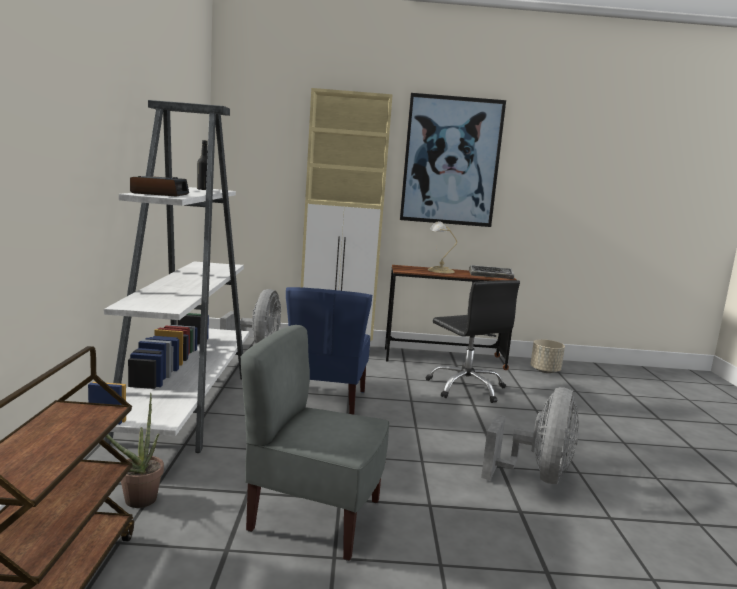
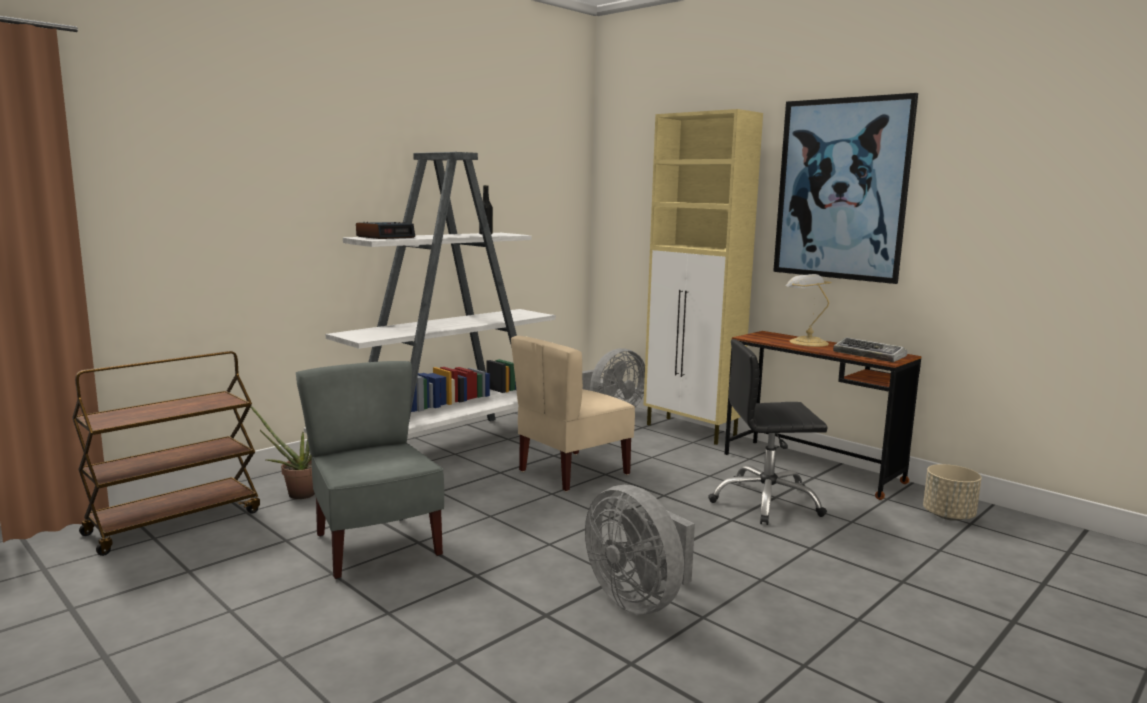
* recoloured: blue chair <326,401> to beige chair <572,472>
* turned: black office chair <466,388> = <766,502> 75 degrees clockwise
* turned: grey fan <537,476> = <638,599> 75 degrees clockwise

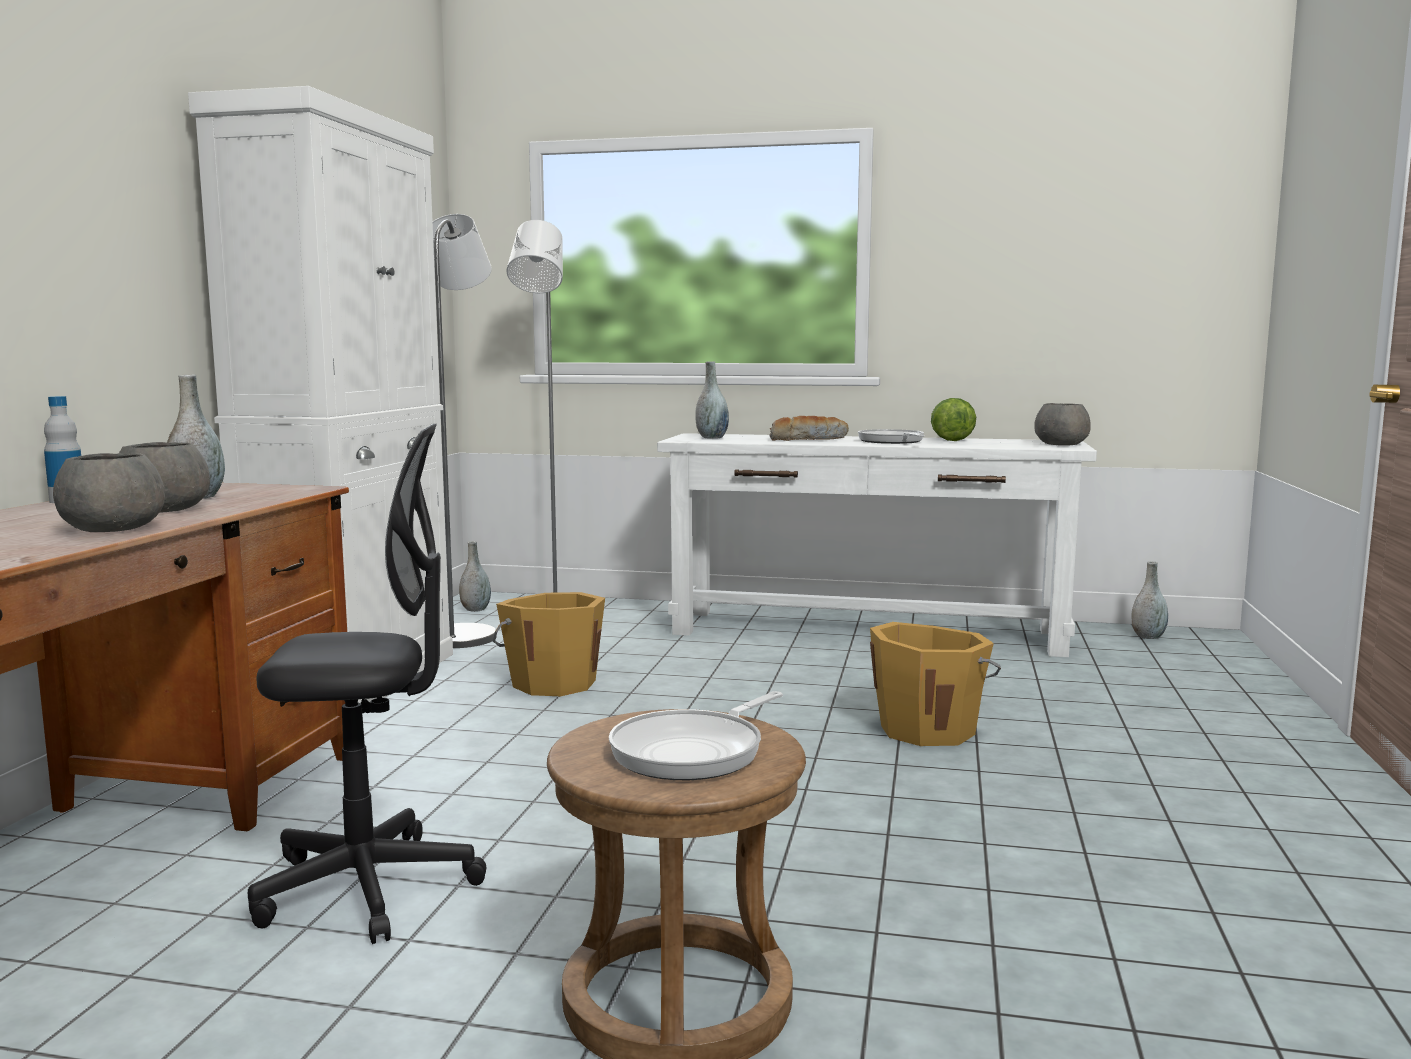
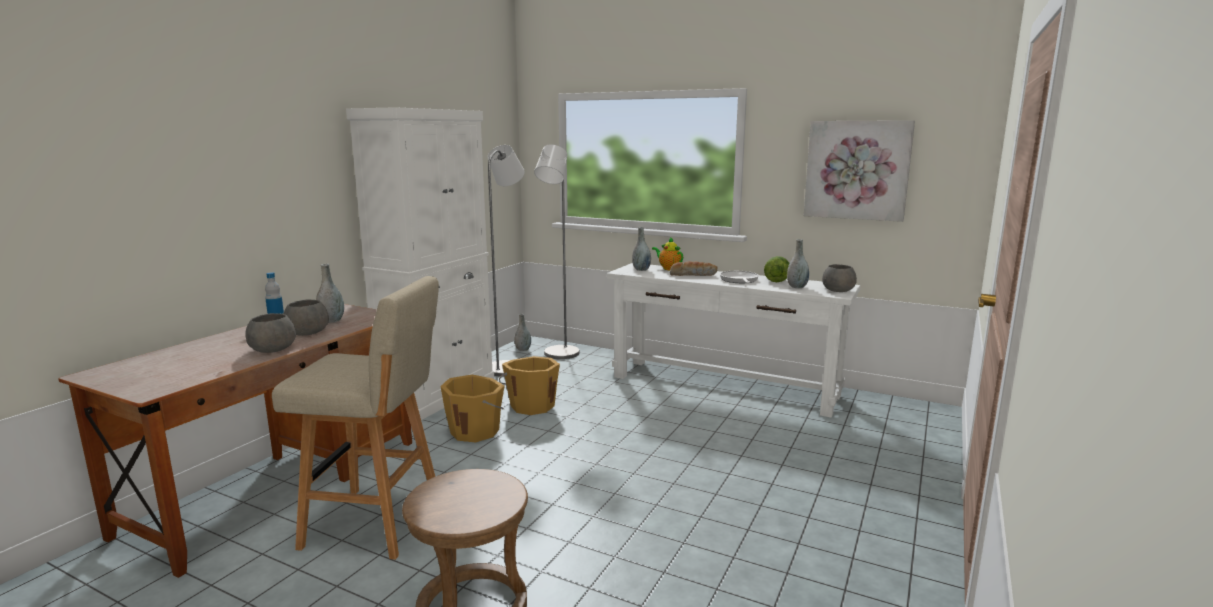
* replaced: black office chair <368,888> to beige stool <378,522>
* removed: frying pan <693,752>
* moved: orange bucket <928,729> to <475,431>
* moved: grey vase <1148,636> to <797,287>
* added: teapot <668,268>
* added: picture <857,170>

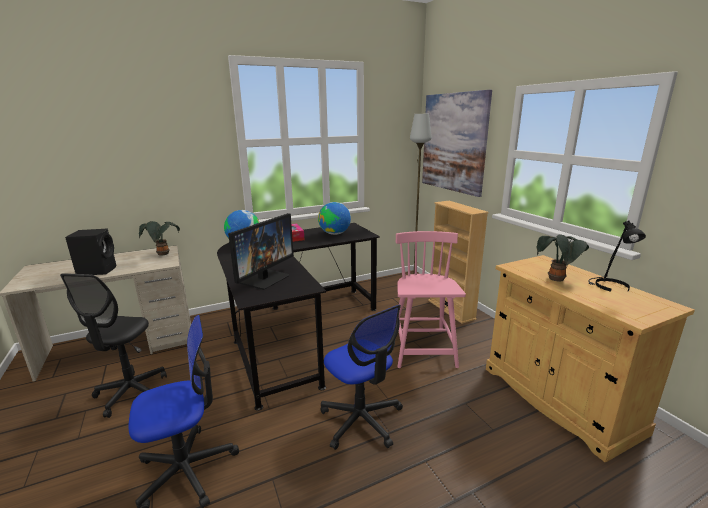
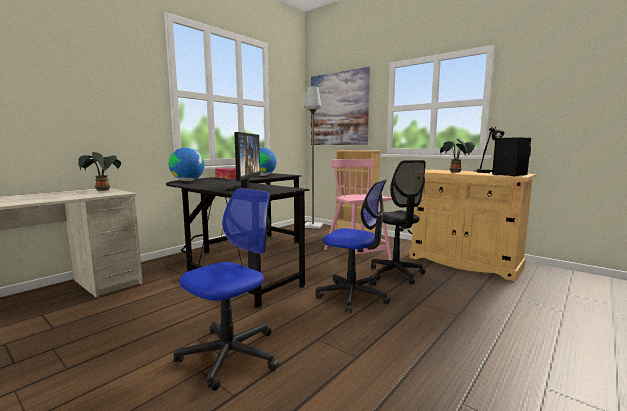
* moved: black office chair <131,393> to <396,274>
* moved: black speaker <98,270> to <508,175>

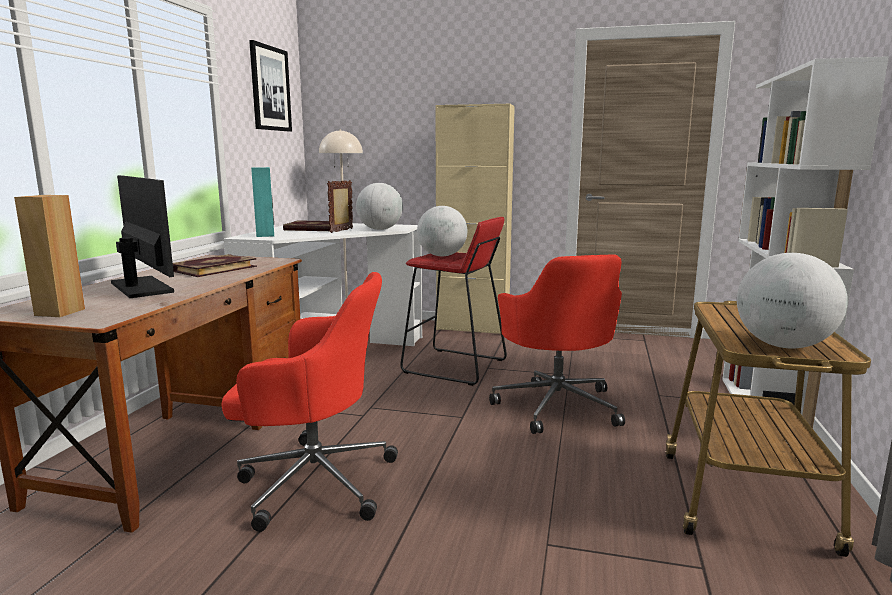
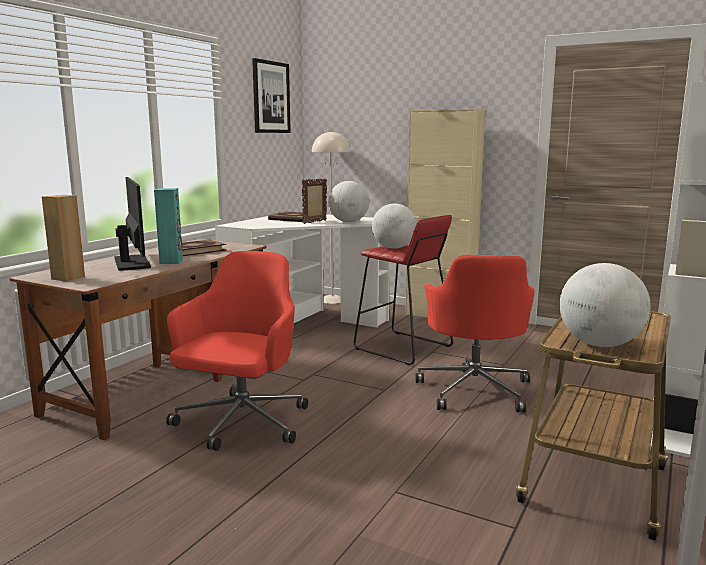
* turned: red office chair <313,481> = <241,423> 90 degrees counterclockwise
* moved: turquoise speaker <265,235> to <171,261>

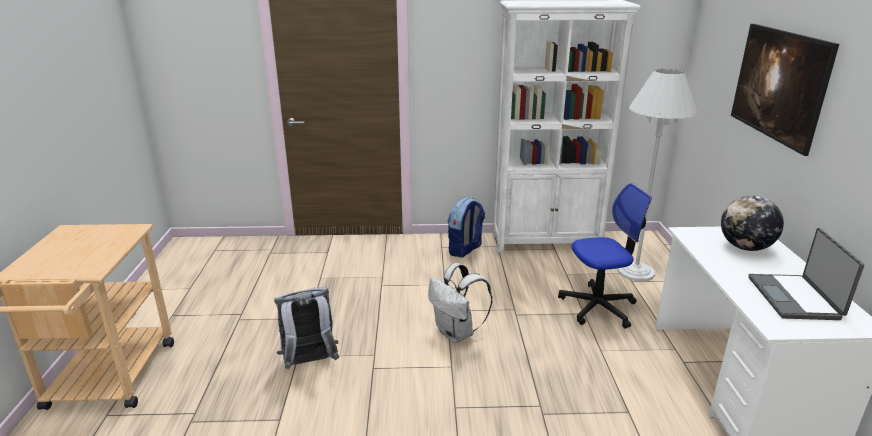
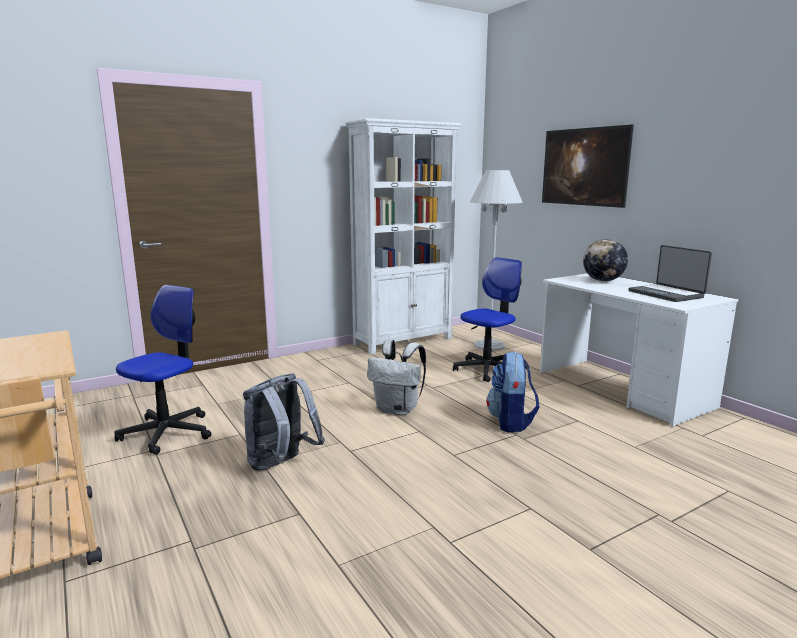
* moved: backpack <465,250> to <511,422>
* added: office chair <167,433>

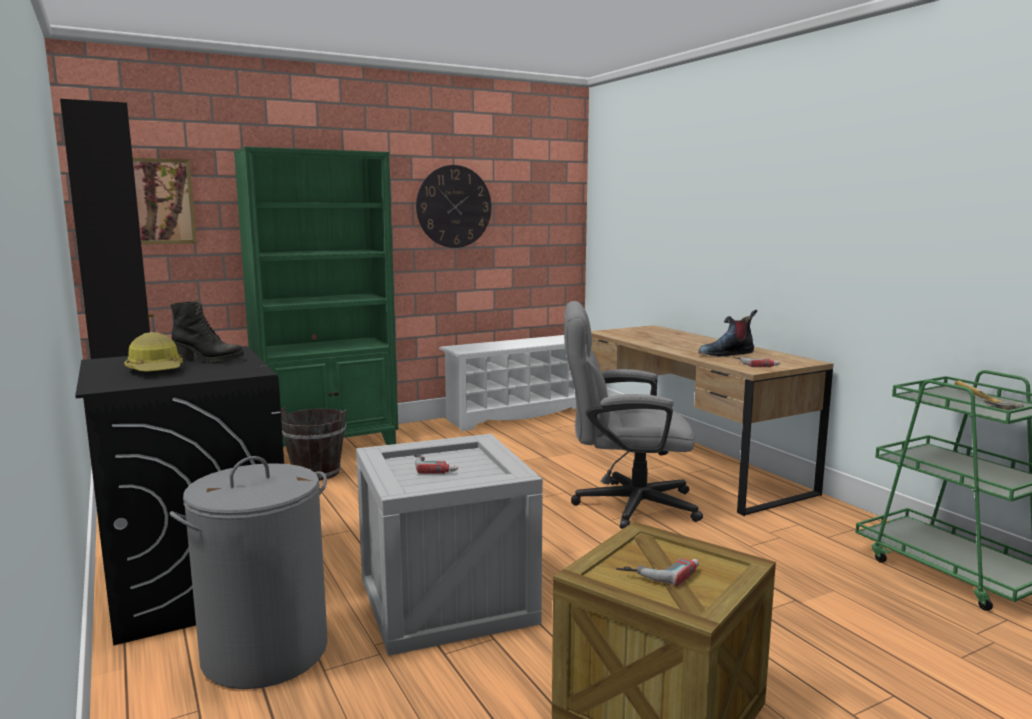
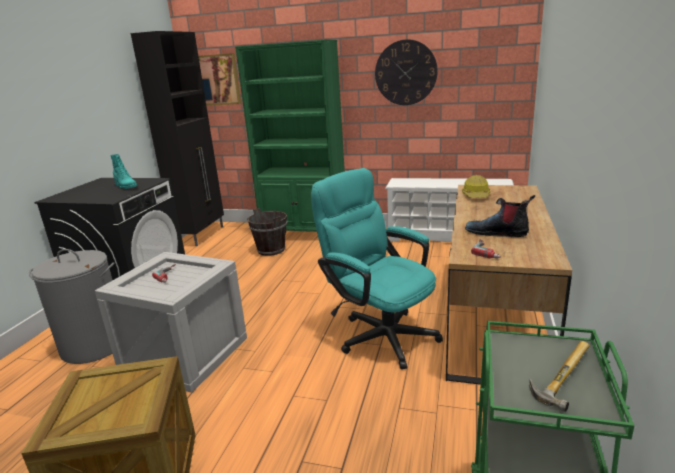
* moved: hard hat <156,370> to <476,195>
* recoloured: black boot <208,360> to turquoise boot <125,187>
* recoloured: grey office chair <623,505> to turquoise office chair <380,333>
* removed: power drill <659,571>

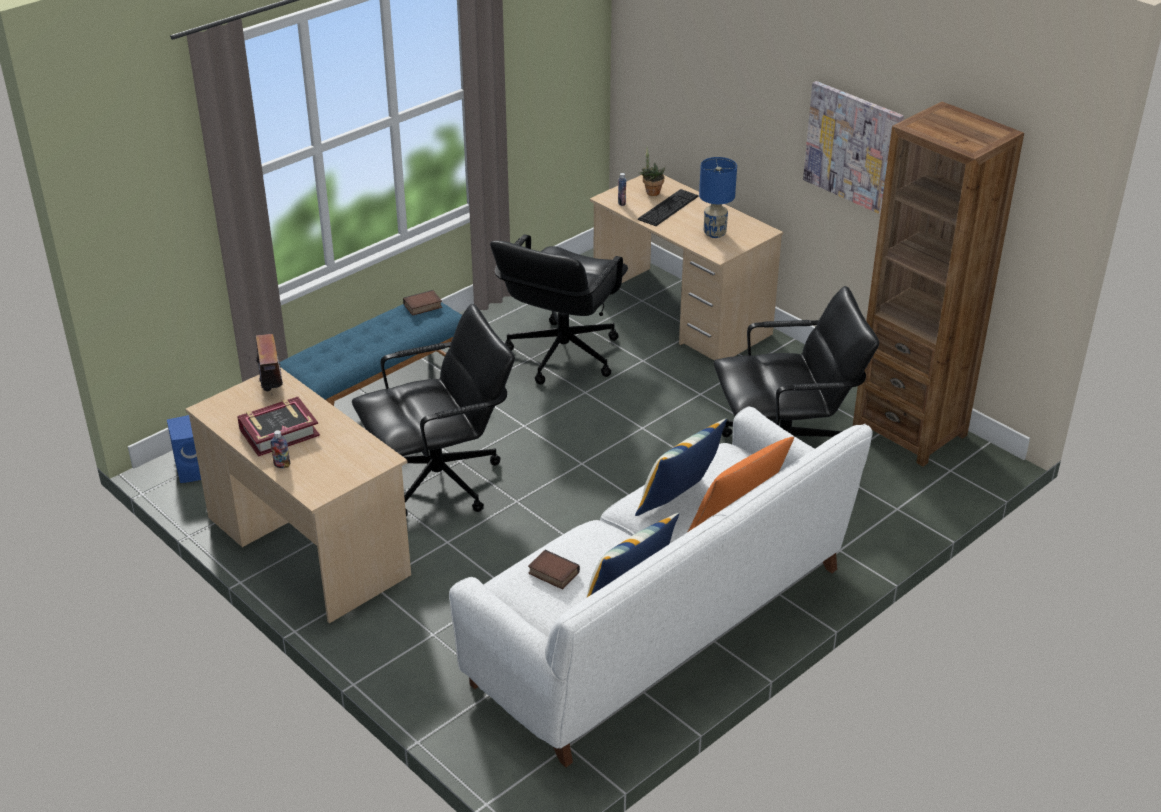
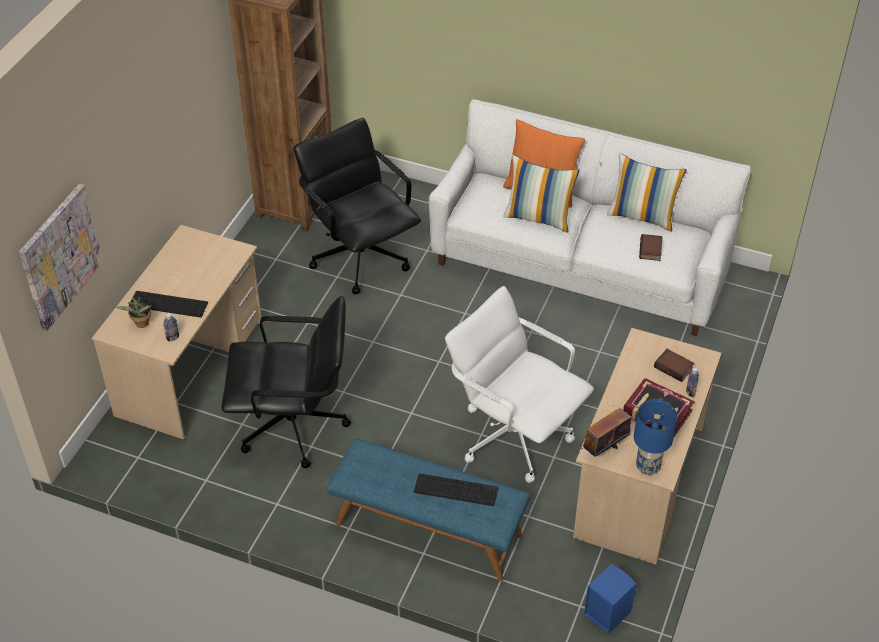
* recoloured: black office chair <440,482> to white office chair <514,436>
* moved: book <422,306> to <674,367>
* moved: blue table lamp <714,233> to <647,467>
* moved: picture <853,147> to <60,256>
* added: keyboard <456,490>

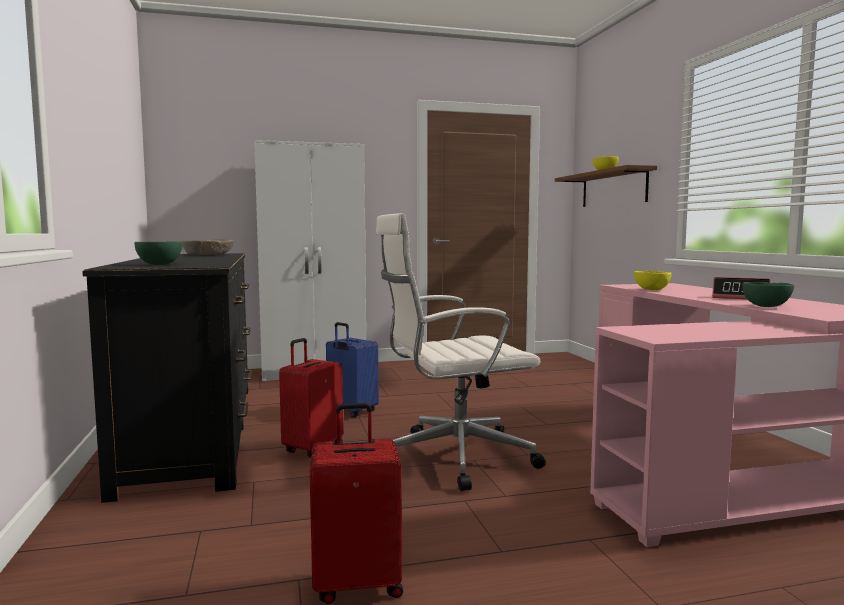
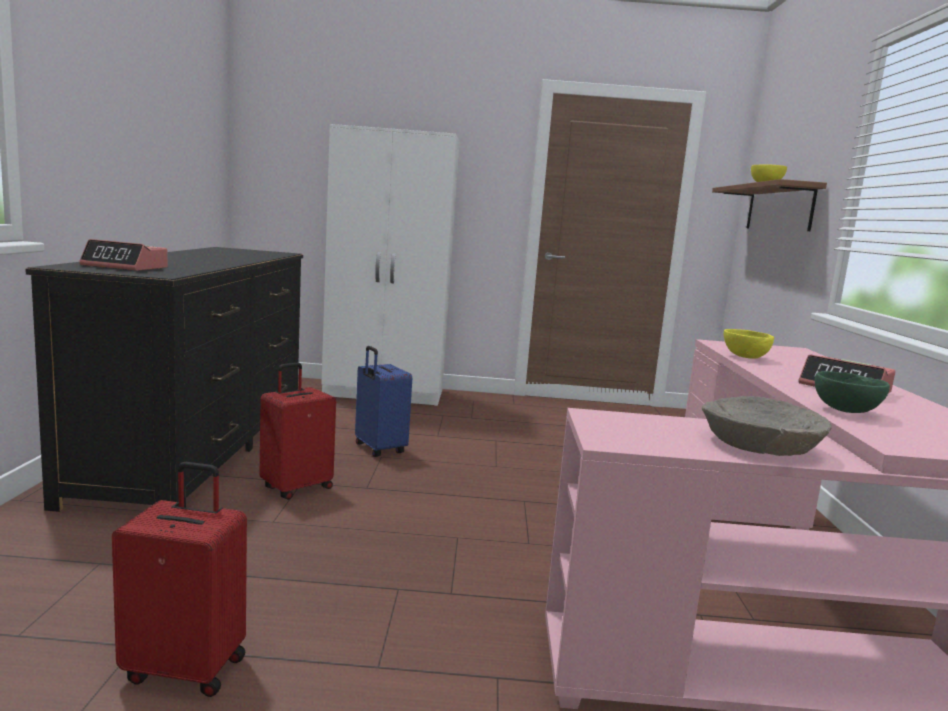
* replaced: green bowl <160,265> to alarm clock <125,267>
* moved: beige bowl <208,255> to <760,446>
* removed: white office chair <453,458>

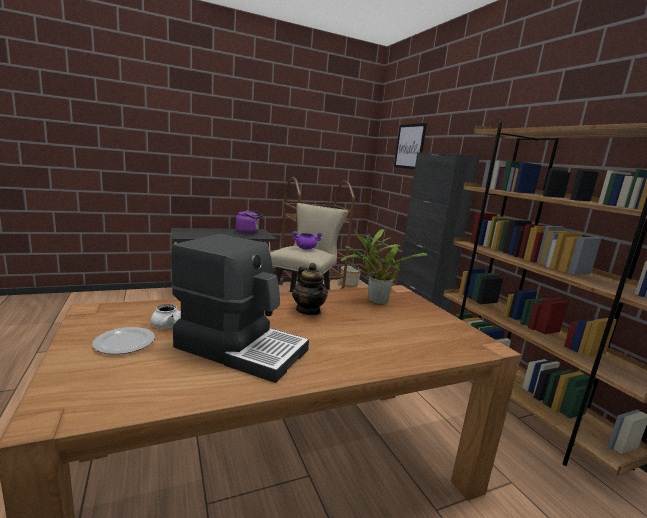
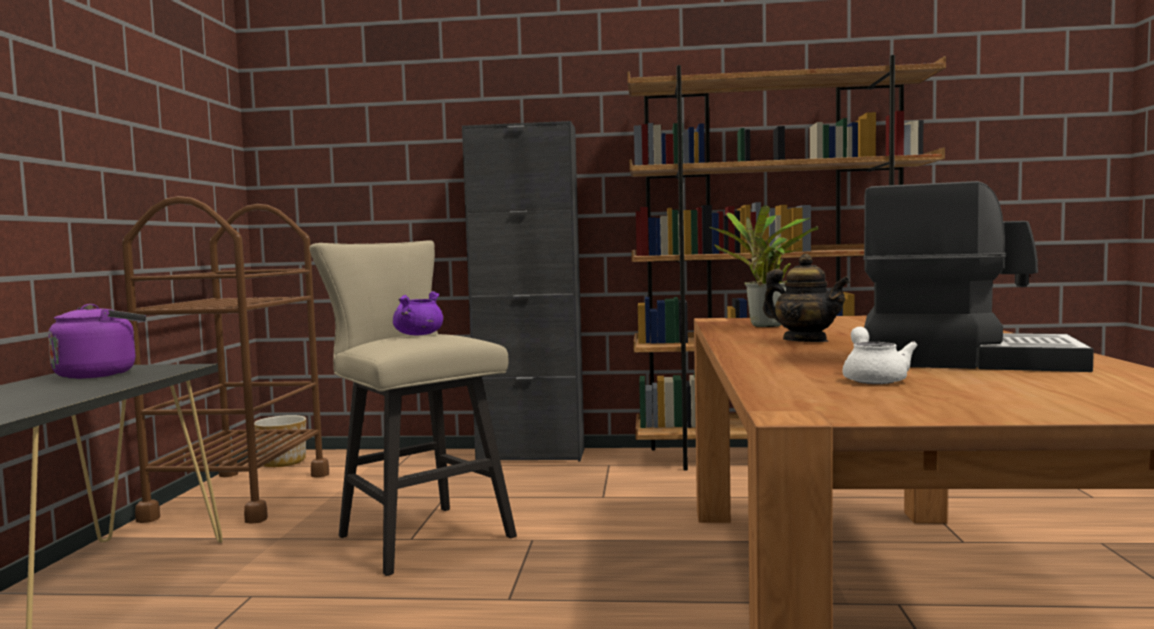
* removed: plate <125,342>
* turned: coffee machine <241,348> = <964,360> 60 degrees clockwise
* turned: teapot <308,310> = <805,341> 45 degrees clockwise
* removed: picture <409,146>

